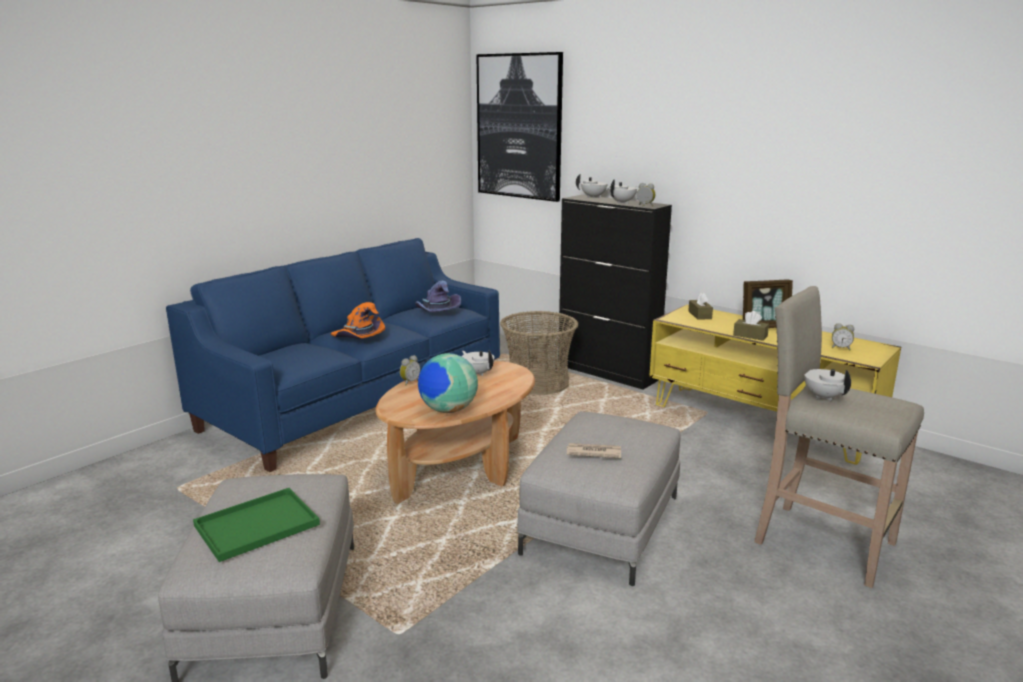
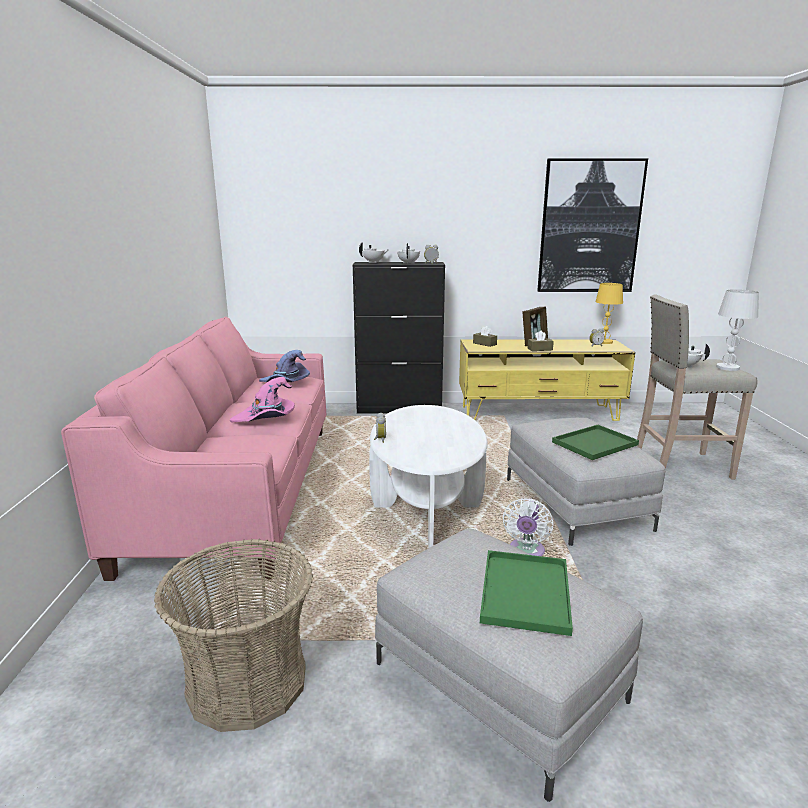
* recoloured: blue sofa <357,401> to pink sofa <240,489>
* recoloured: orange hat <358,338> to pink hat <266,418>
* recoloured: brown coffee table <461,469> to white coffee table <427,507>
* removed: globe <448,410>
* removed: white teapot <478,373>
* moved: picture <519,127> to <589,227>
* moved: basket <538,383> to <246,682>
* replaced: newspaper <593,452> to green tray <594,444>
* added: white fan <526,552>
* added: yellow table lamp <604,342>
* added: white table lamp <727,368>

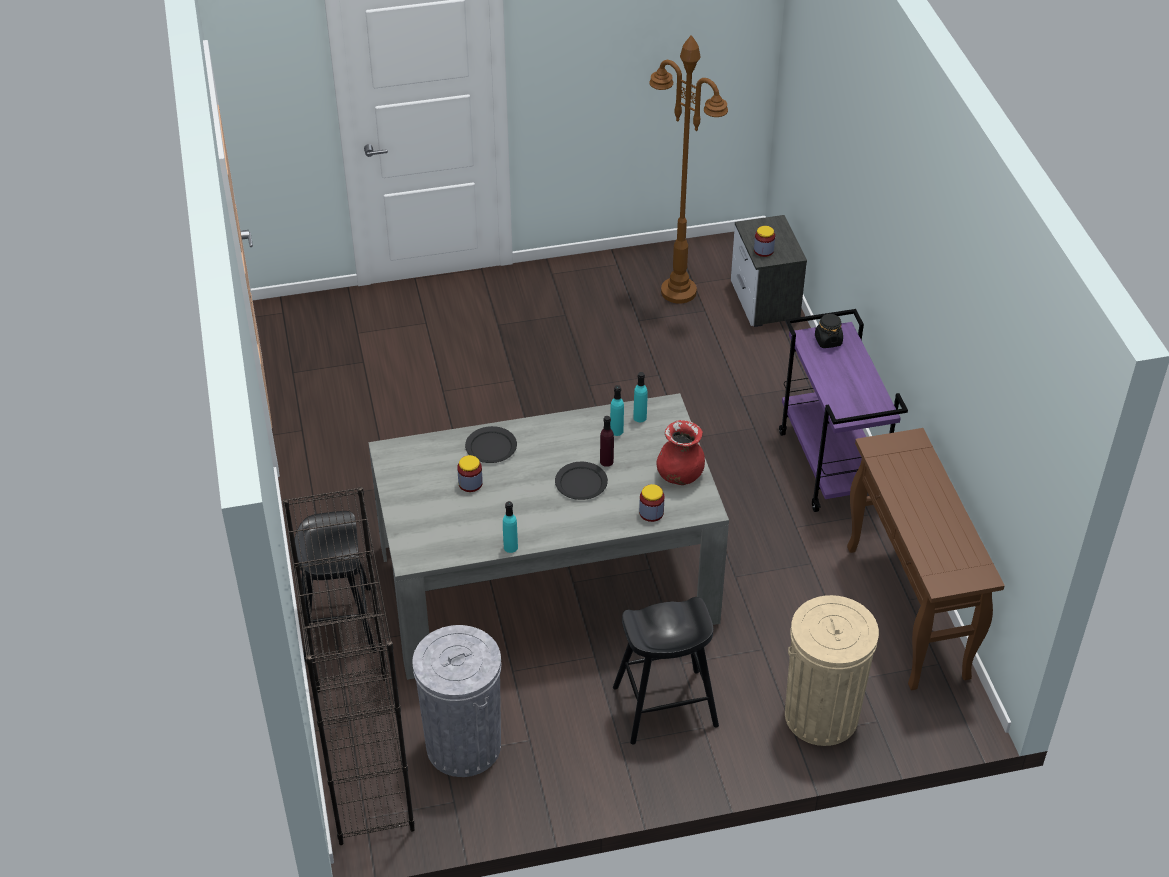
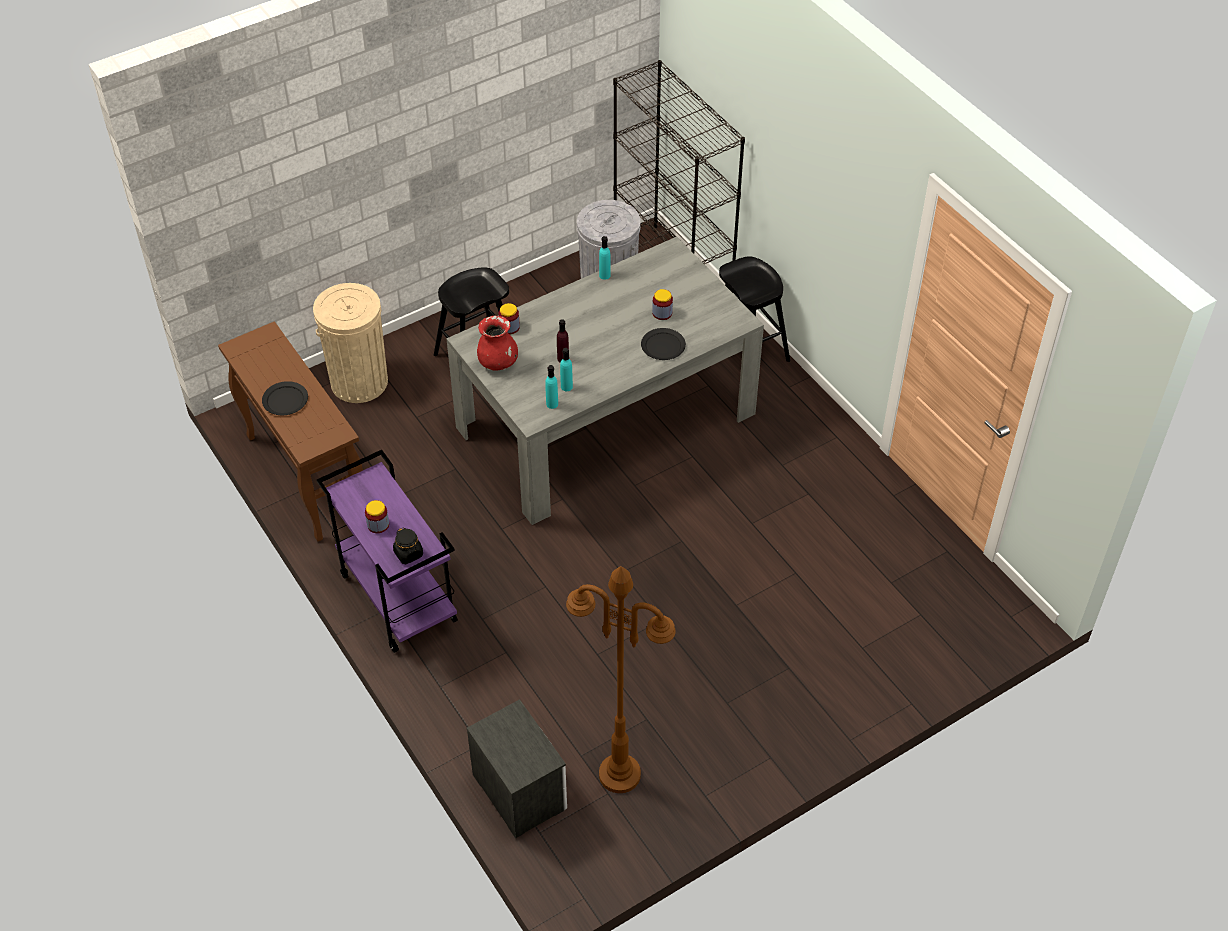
* moved: black plate <581,483> to <285,400>
* moved: jar <763,250> to <378,524>

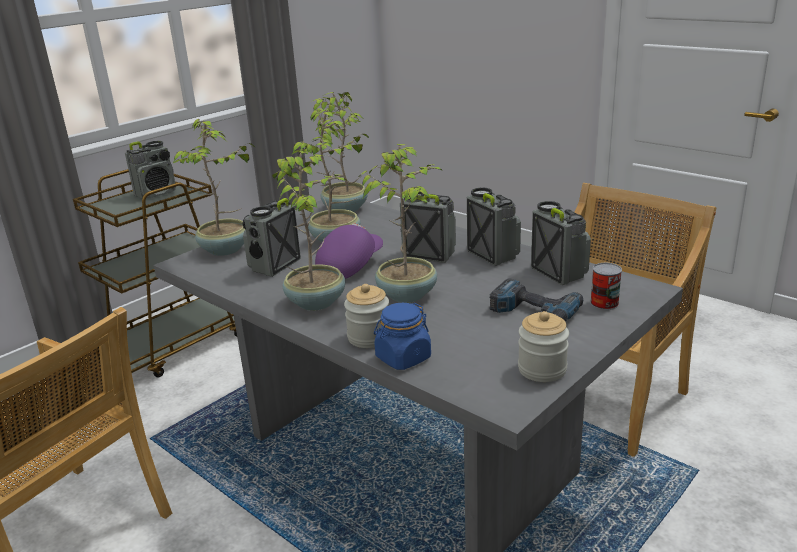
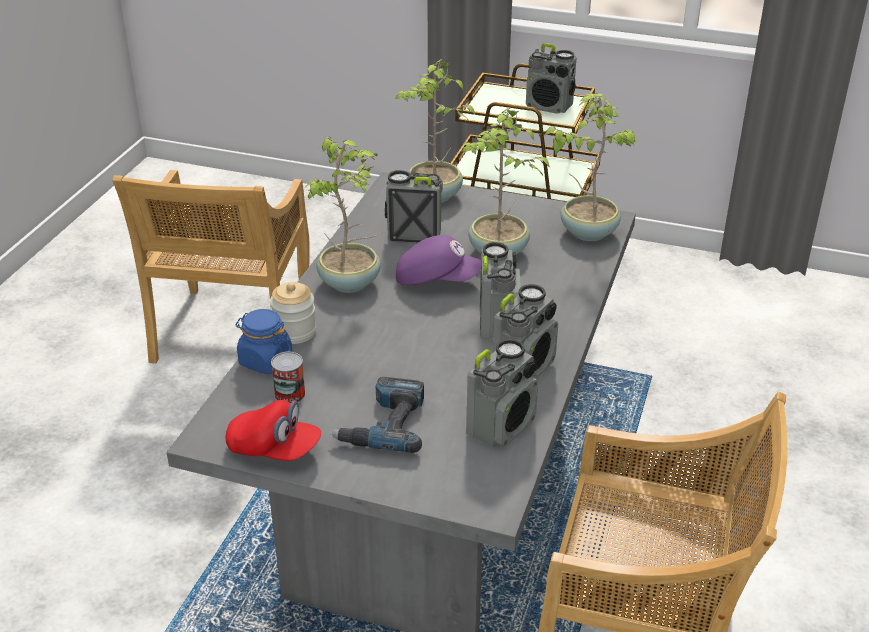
* removed: potted plant <407,294>
* replaced: jar <542,369> to red cap <274,449>
* moved: can <604,303> to <290,395>

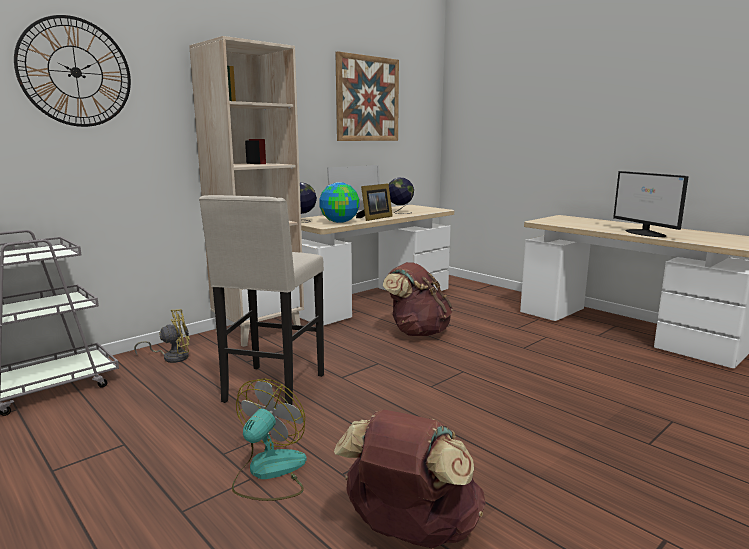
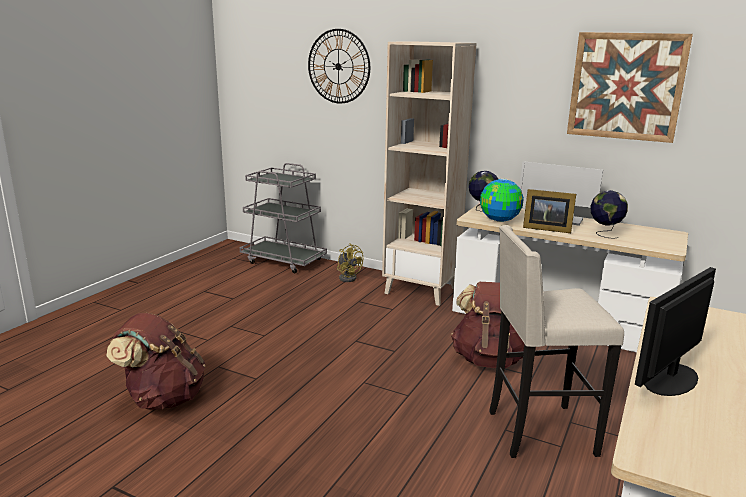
* moved: beige stool <272,389> to <538,432>
* removed: fan <269,473>

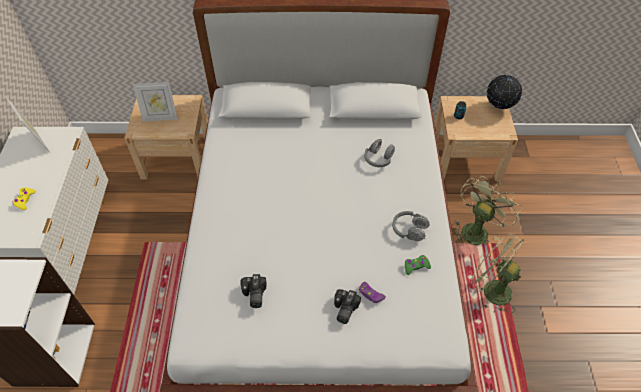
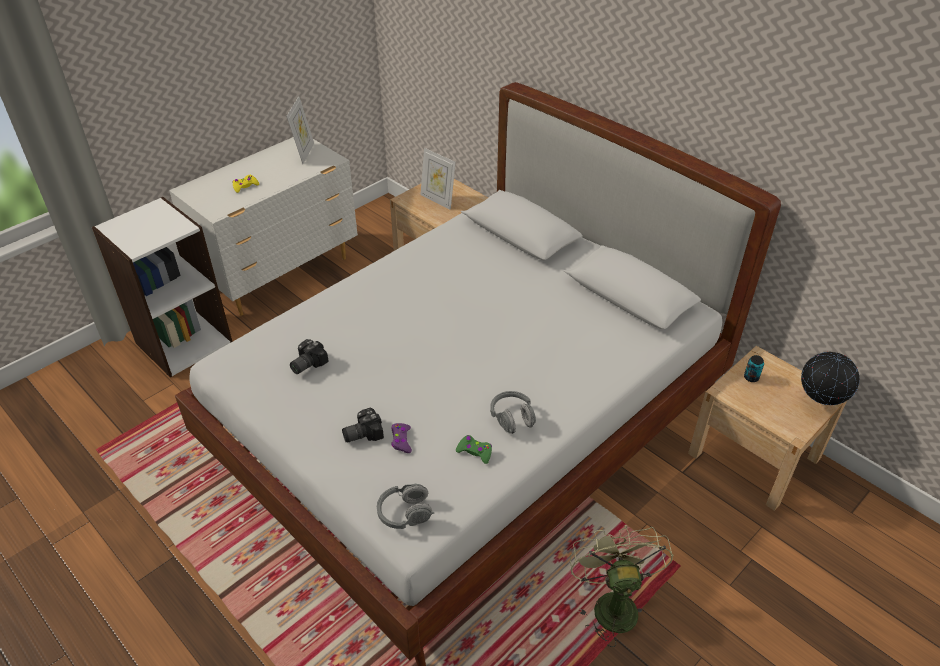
* moved: grey headphones <378,159> to <405,514>
* removed: green fan <476,229>

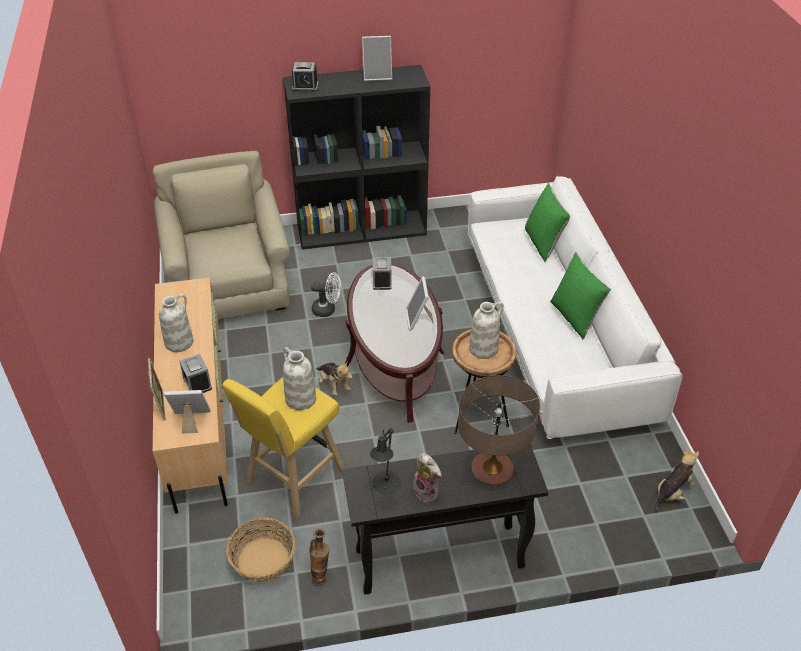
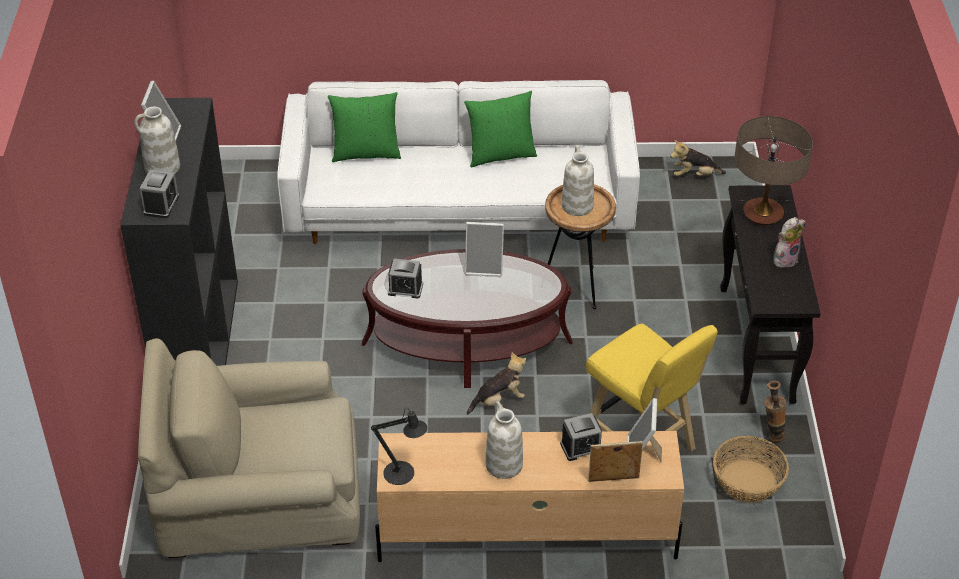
* moved: white vase <300,399> to <162,168>
* removed: white fan <327,309>
* moved: black table lamp <385,485> to <403,474>
* turned: plush toy <672,492> = <694,175> 60 degrees counterclockwise

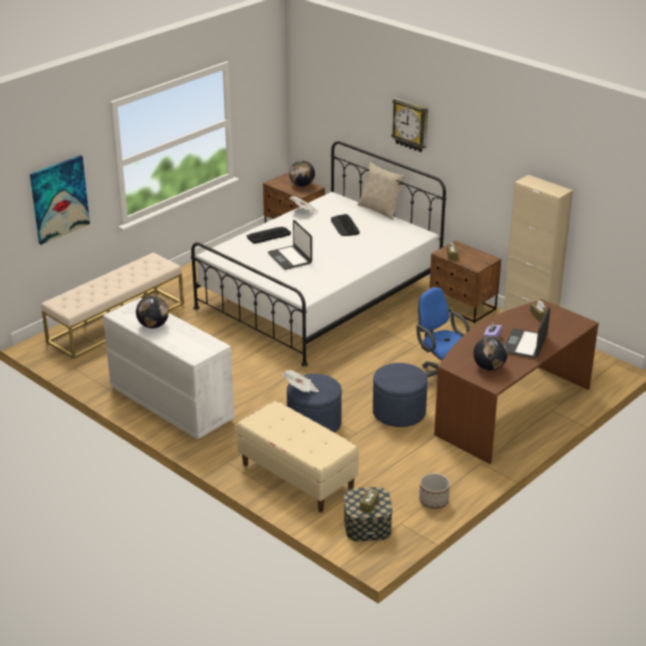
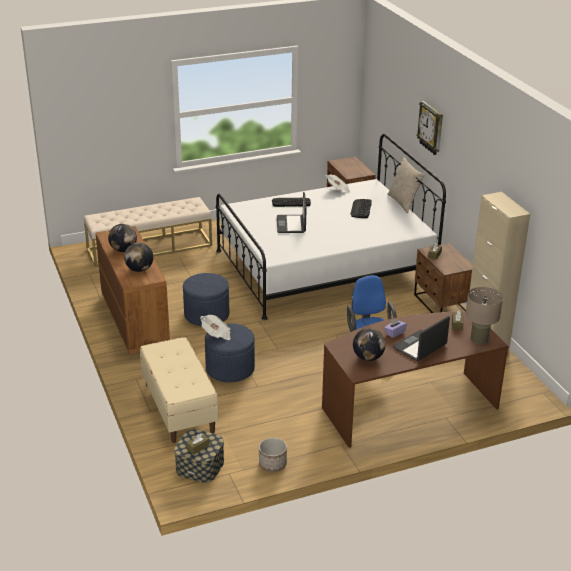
* removed: picture <59,199>
* recoloured: white dresser <170,403> to brown dresser <134,320>
* moved: globe <302,185> to <139,269>
* moved: blue ottoman <399,412> to <206,315>
* added: beige table lamp <479,339>

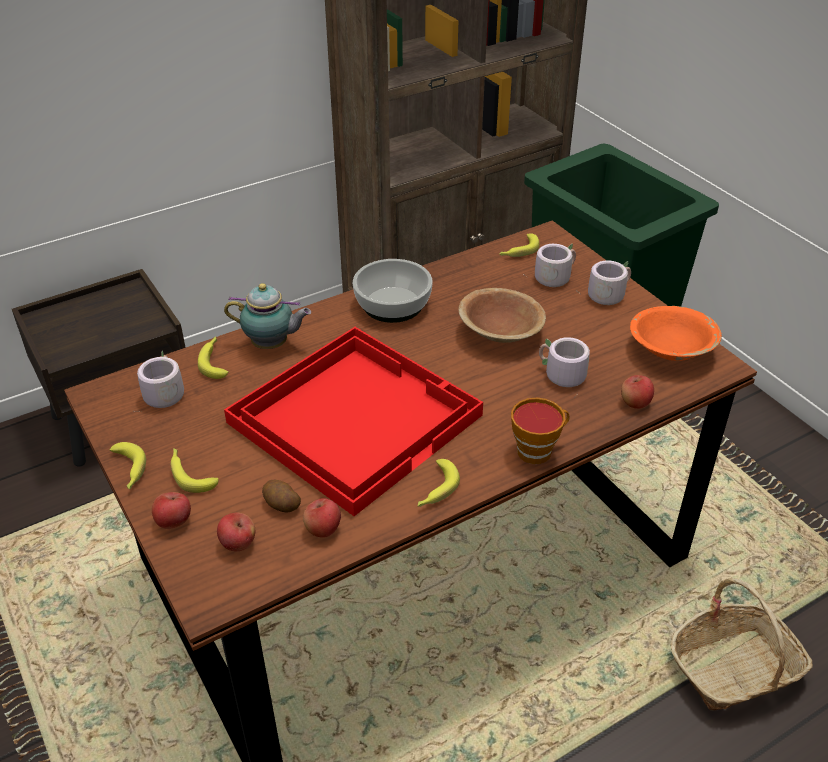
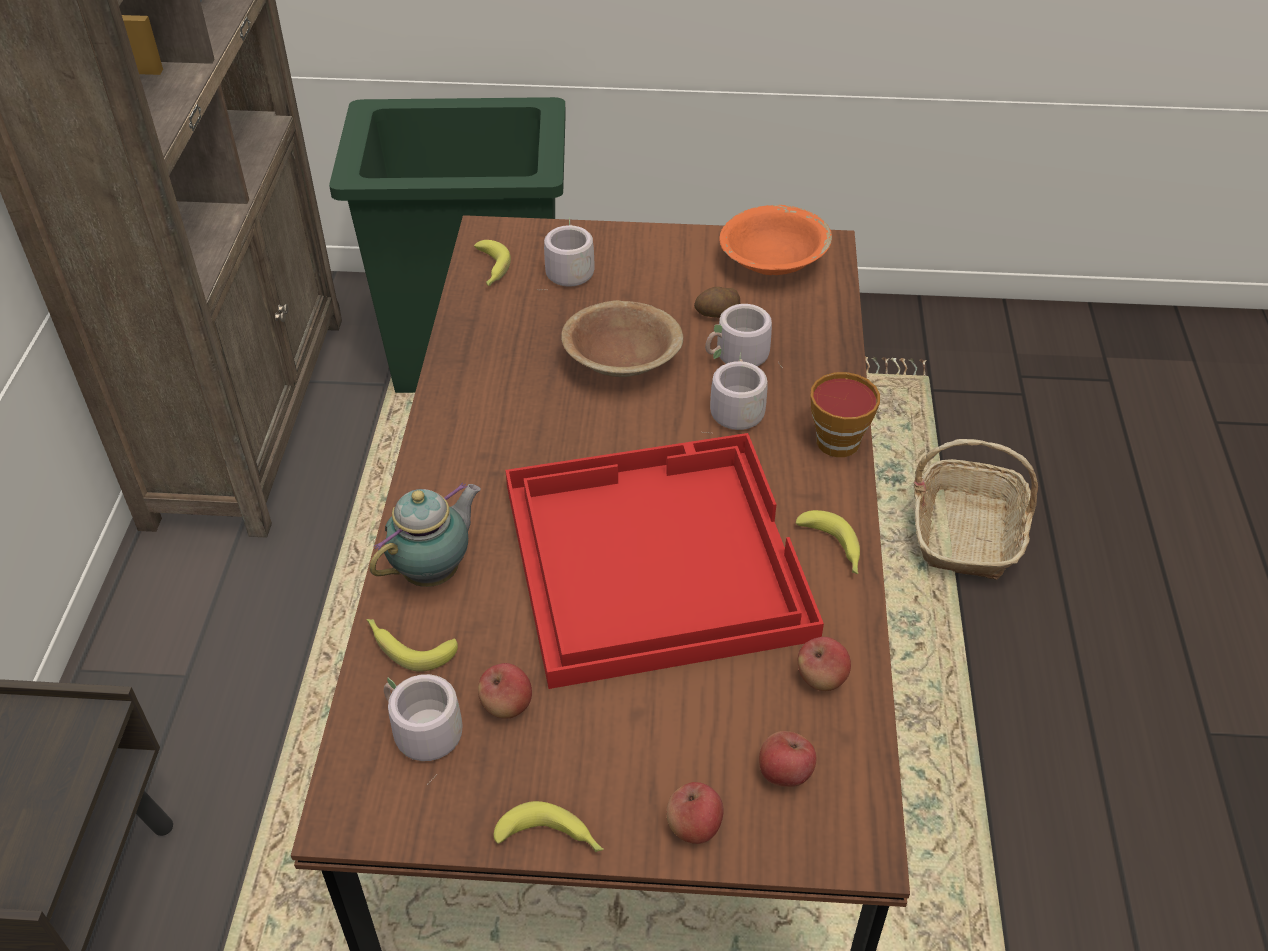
* removed: banana <190,474>
* moved: potato <281,504> to <717,313>
* removed: bowl <393,304>
* moved: grey mug <607,293> to <734,409>
* moved: apple <635,403> to <506,705>

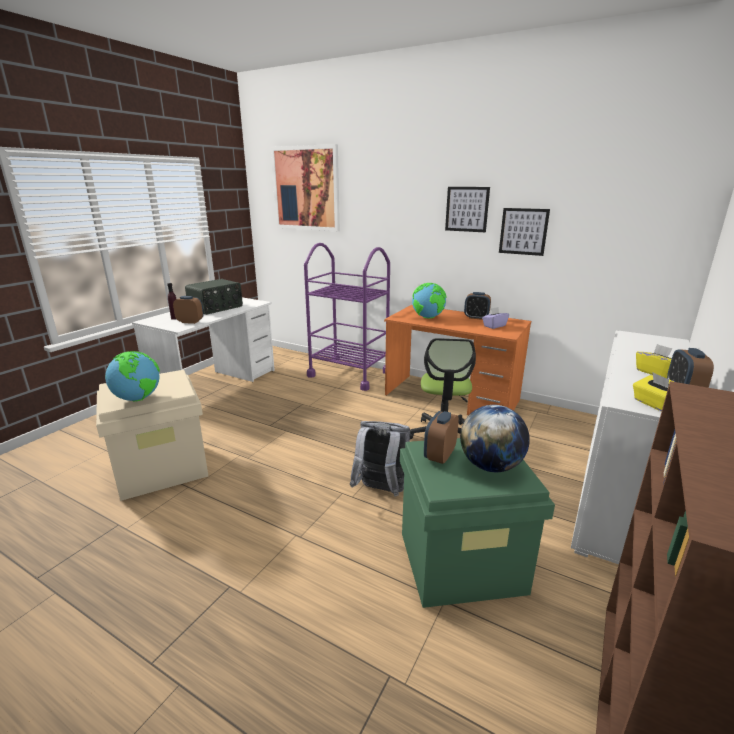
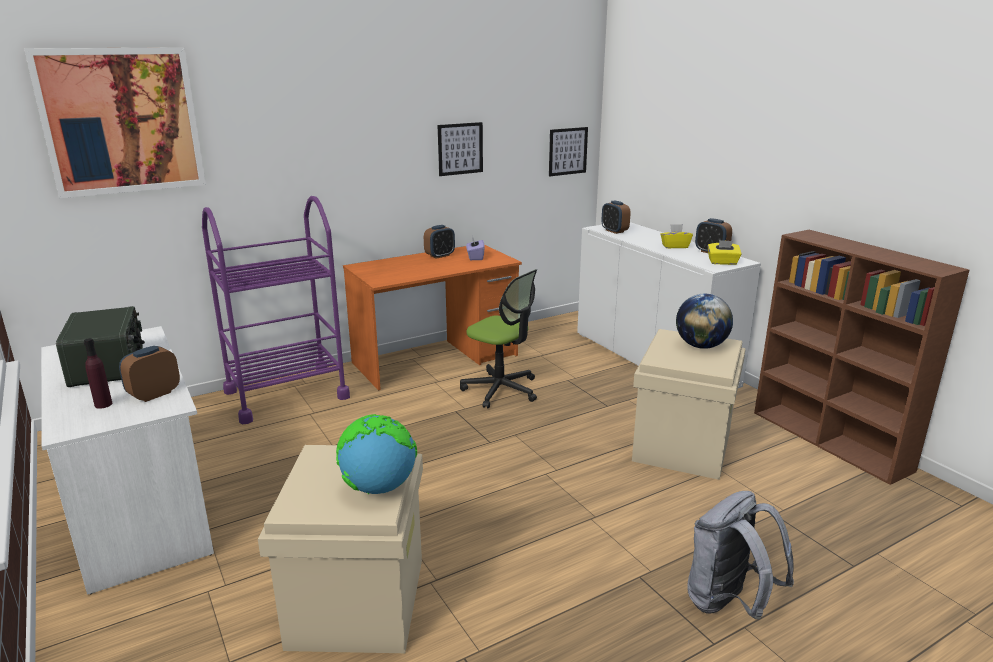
* moved: grey backpack <381,491> to <728,603>
* recoloured: green storage box <462,561> to beige storage box <681,446>
* removed: globe <428,318>
* moved: alarm clock <439,455> to <614,231>
* moved: picture <467,209> to <567,151>

